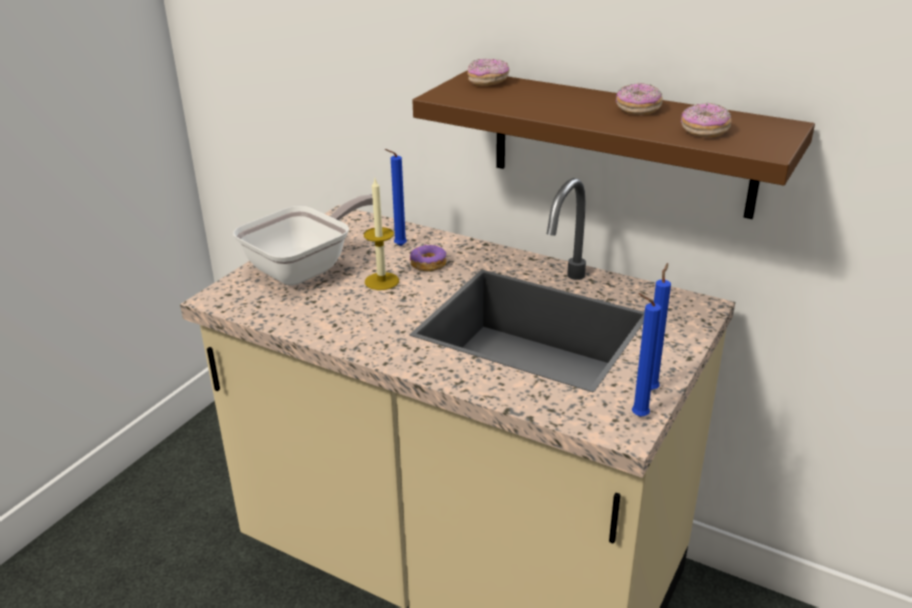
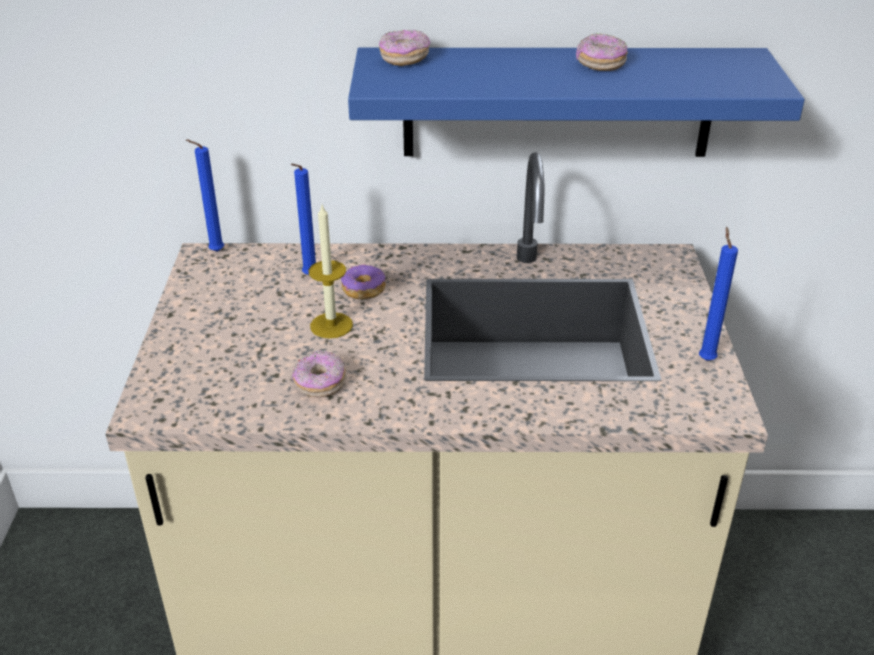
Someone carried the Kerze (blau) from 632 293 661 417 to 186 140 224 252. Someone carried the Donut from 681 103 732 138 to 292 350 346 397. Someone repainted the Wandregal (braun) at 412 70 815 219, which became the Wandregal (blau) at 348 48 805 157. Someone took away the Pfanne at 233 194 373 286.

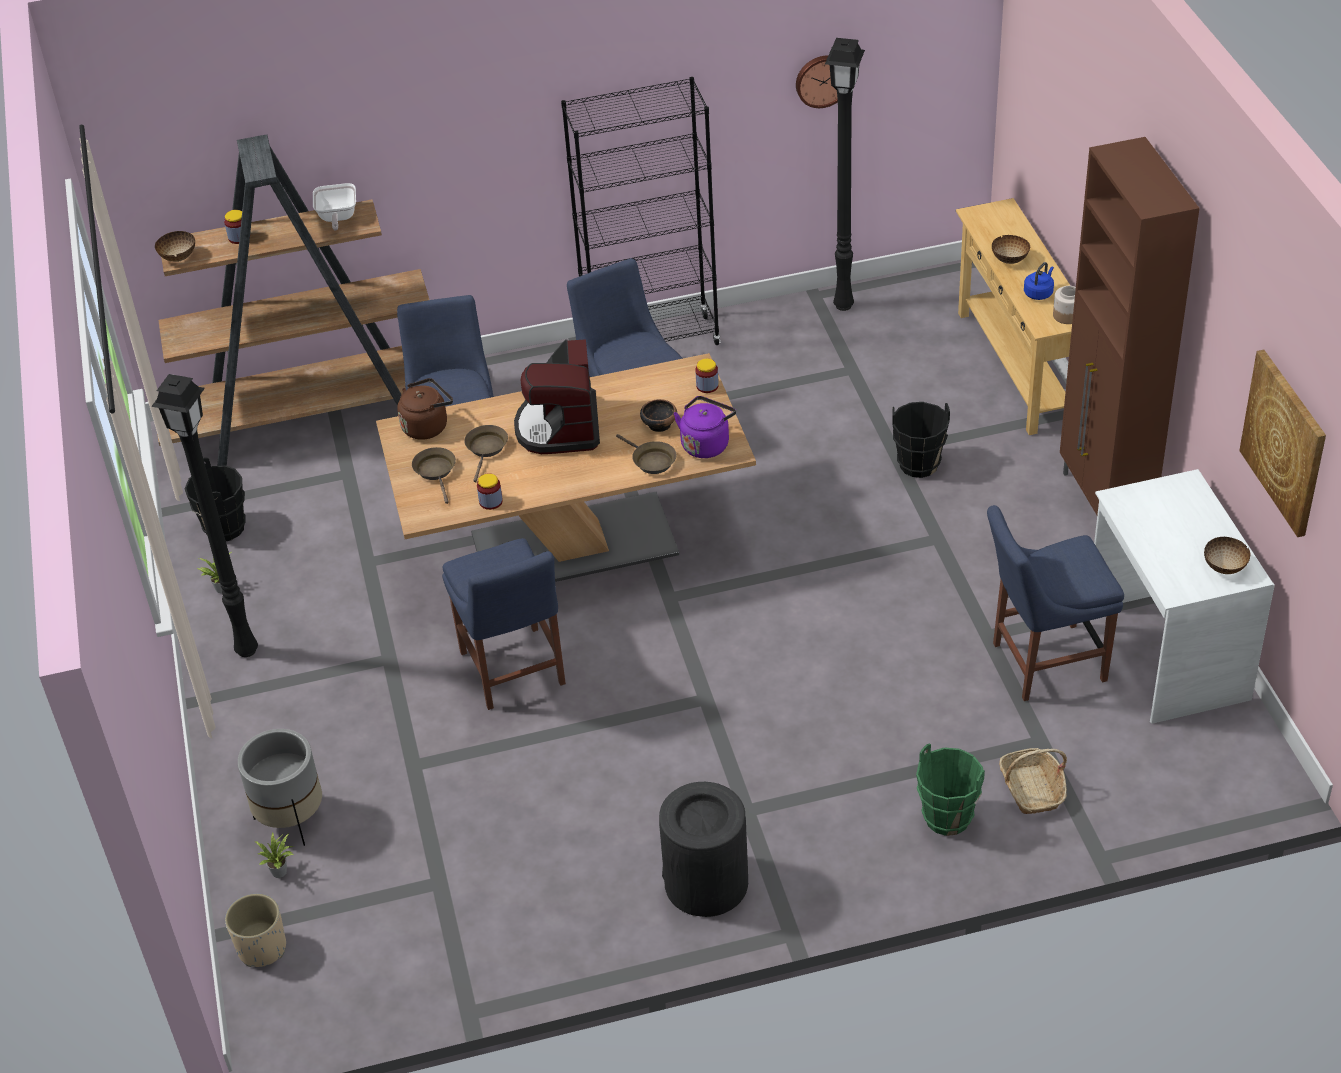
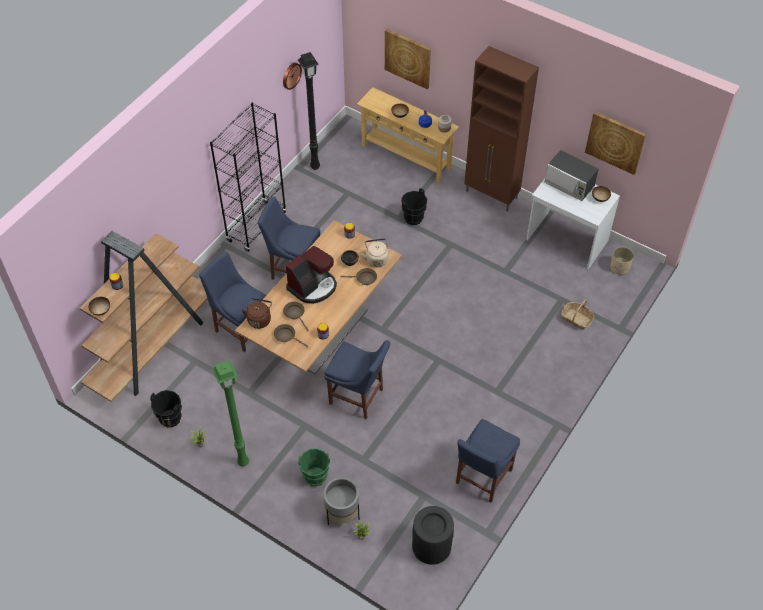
Someone repainted the Stehlampe (schwarz) at 151 374 258 657, which became the Stehlampe (grün) at 212 360 249 467. Someone rotated the Kaffeemaschine at 514 339 600 454 by 90 degrees counterclockwise. Someone carried the Eimer (grün) from 916 743 985 836 to 298 448 330 486. Someone repainted the Wasserkessel (lila) at 674 396 736 458, which became the Wasserkessel (beige) at 361 238 389 267. Someone put up the Bild at 385 29 431 89. Someone carried the Mülleimer (schwarz) from 659 782 748 917 to 412 506 454 565. Someone carried the Stuhl (blau) from 987 505 1124 701 to 456 419 520 503. Someone put down the Mikrowelle at 545 150 599 201. Someone carried the Pflanzkübel (beige) from 225 894 286 967 to 610 246 634 275. Someone took away the Pfanne at 313 183 356 231.

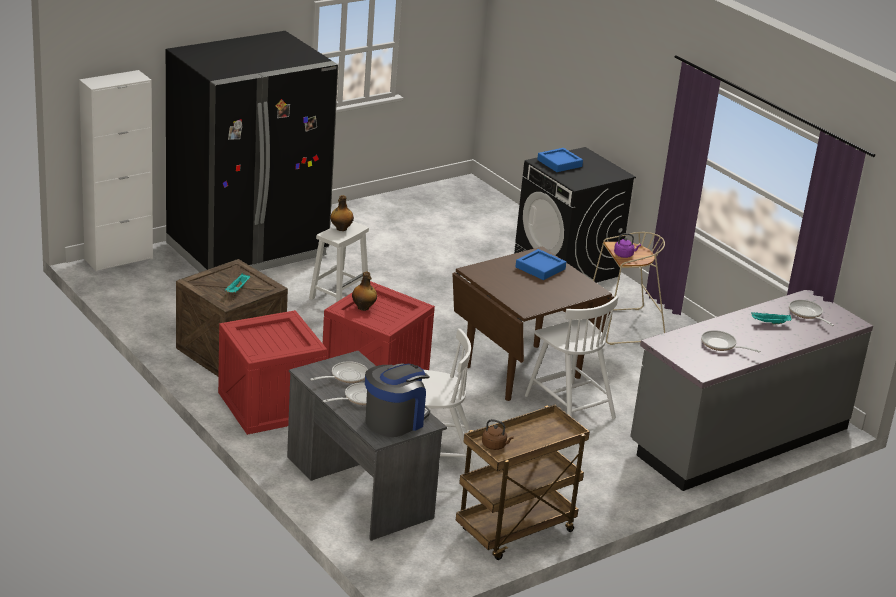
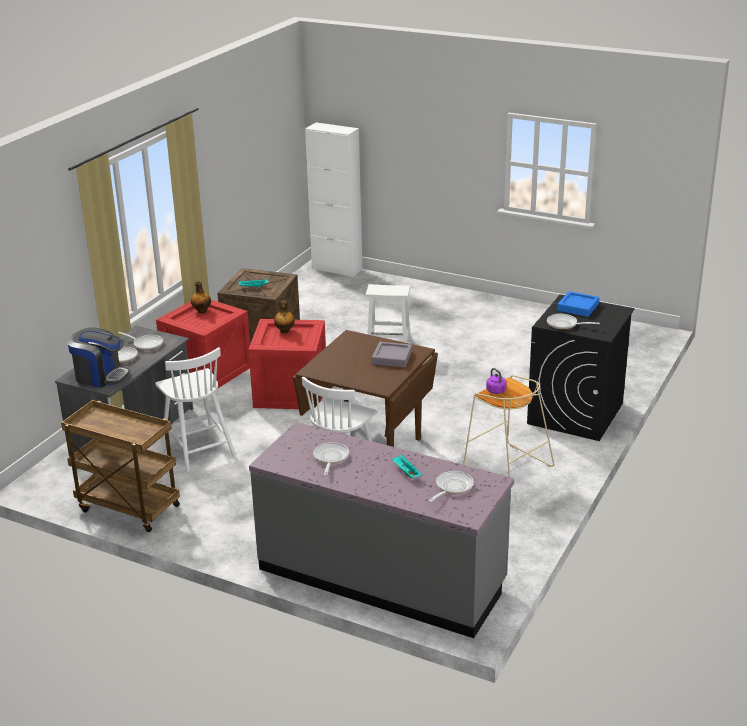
Someone carried the Flasche from 330 195 354 231 to 191 281 211 313. Someone repainted the Tablett (blau) at 515 249 566 280, which became the Tablett (grau) at 372 342 412 367. Someone put down the Pfanne at 547 314 600 330. Someone took away the Kühlschrank (schwarz) at 166 31 338 272. Someone took away the Wasserkessel (braun) at 482 419 514 450.

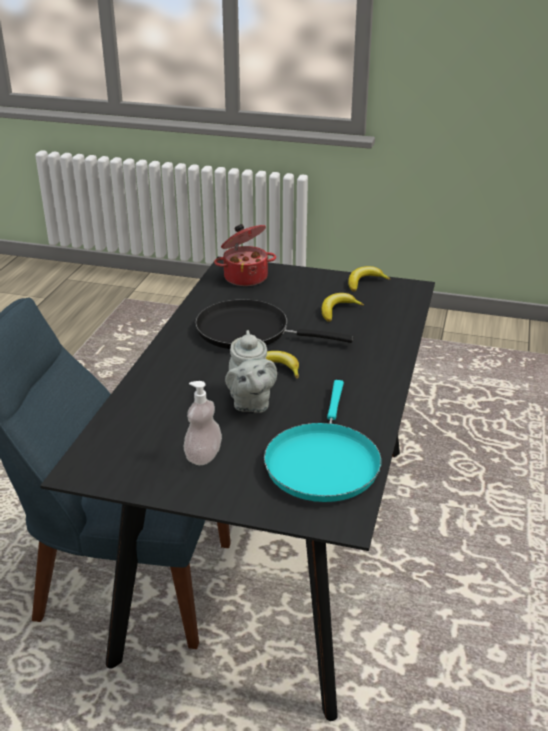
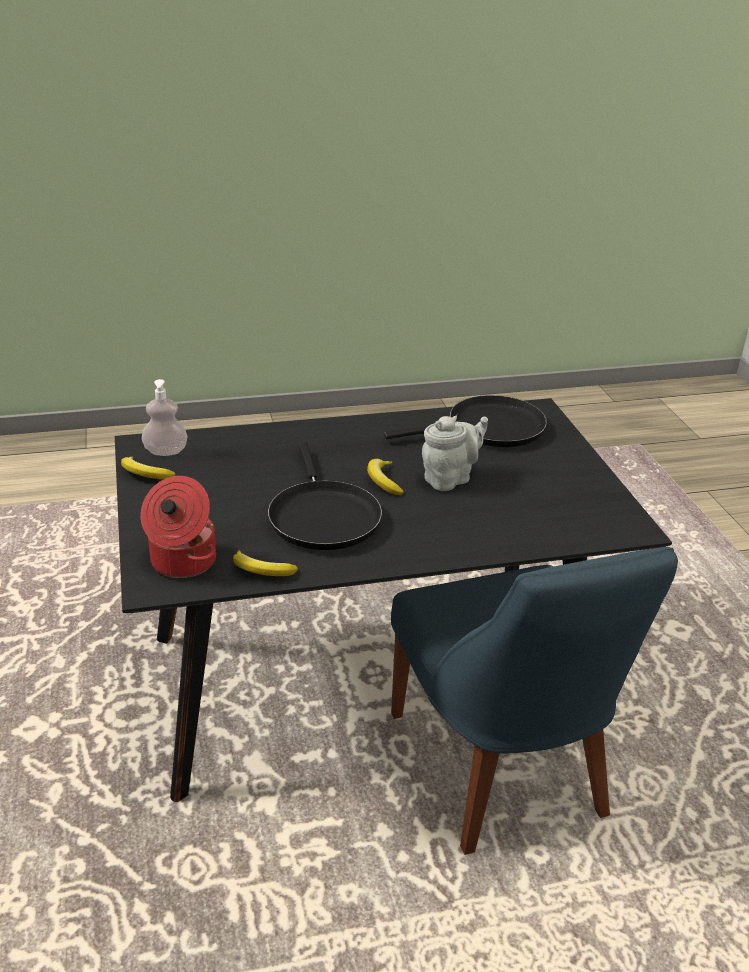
Someone carried the Seifenspender from 184 381 222 465 to 142 379 188 456. Someone carried the Banane from 322 293 364 322 to 233 550 298 576. Someone repainted the Pfanne (türkis) at 264 380 382 502, which became the Pfanne (schwarz) at 384 395 547 447.

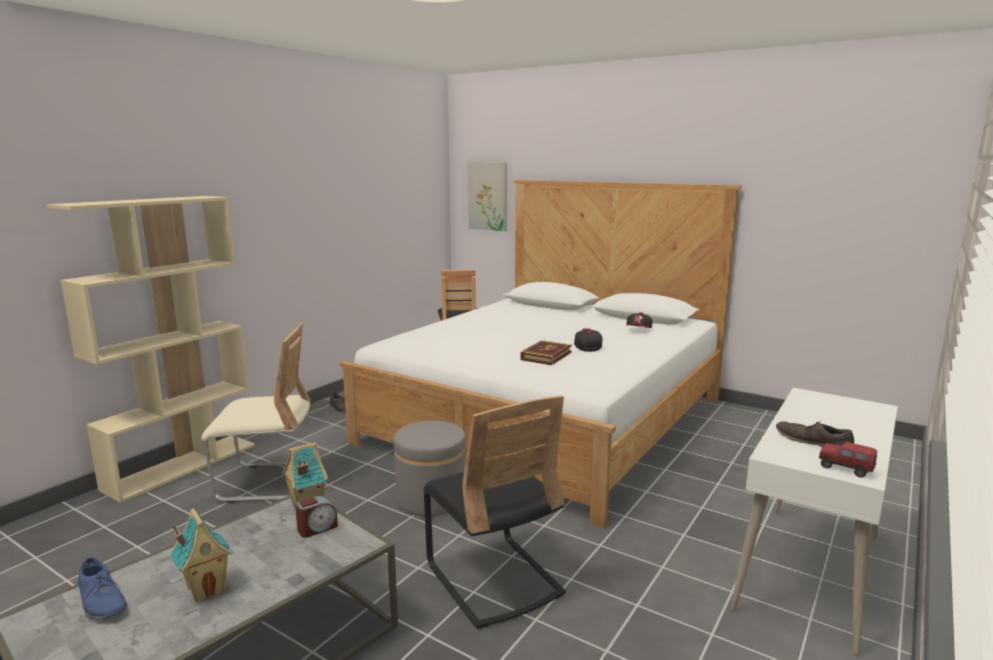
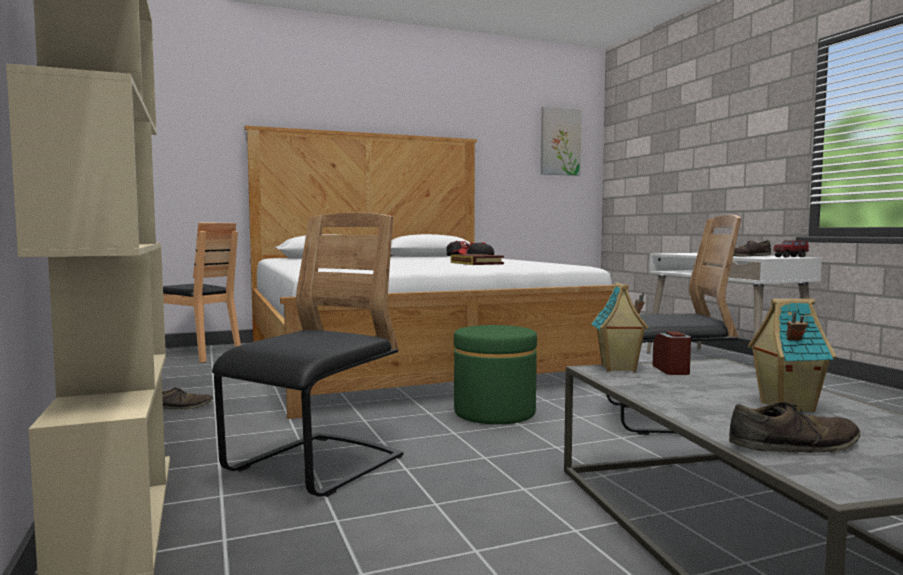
Someone repainted the Stuhl (beige) at 201 322 310 503, which became the Stuhl (schwarz) at 212 212 404 497. Someone repainted the Polsterhocker (grau) at 394 420 466 516, which became the Polsterhocker (grün) at 454 325 537 424. Someone carried the Bild from 468 162 507 231 to 541 106 582 176. Someone repainted the Schuh (blau) at 78 557 128 620, which became the Schuh (braun) at 729 402 861 453.

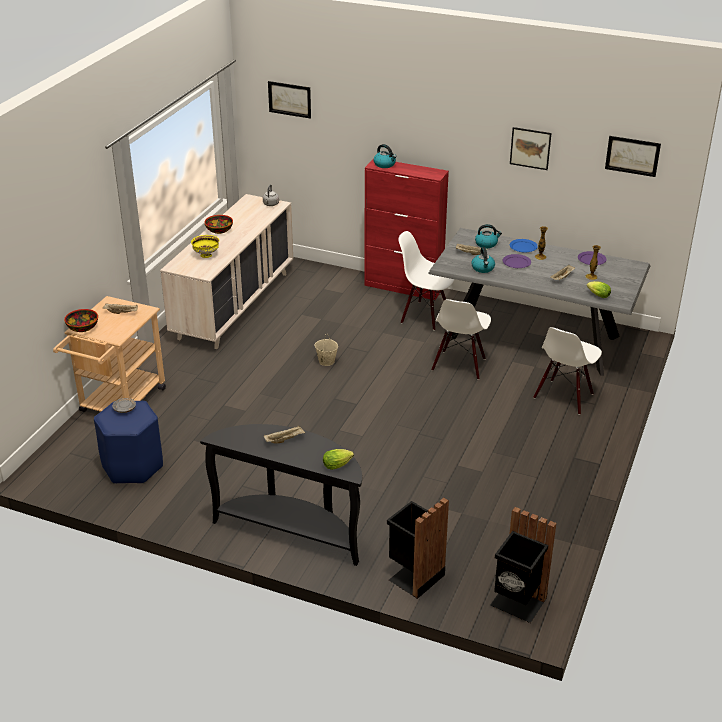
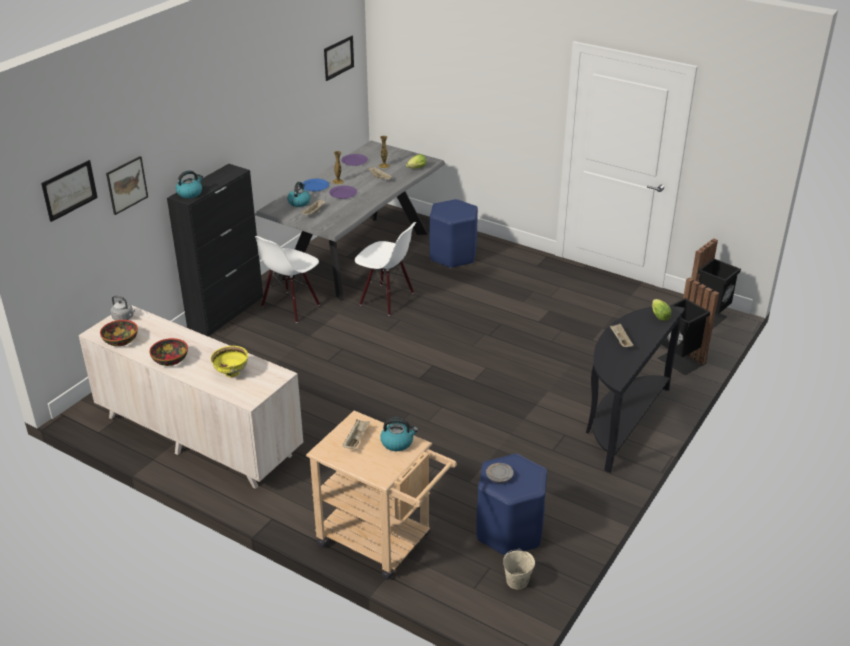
Someone carried the Schüssel from 64 309 98 332 to 100 320 138 346. Someone carried the Bild from 510 127 551 170 to 106 156 148 215. Someone repainted the Schrank (rot) at 364 159 449 300, which became the Schrank (schwarz) at 167 164 263 336. Someone carried the Wasserkessel from 471 247 495 273 to 380 418 418 451. Someone swapped the Stuhl (weiß) at 533 327 602 415 for the Hocker (blau) at 430 199 478 268. Someone carried the Eimer (beige) from 314 335 338 366 to 503 549 535 589.

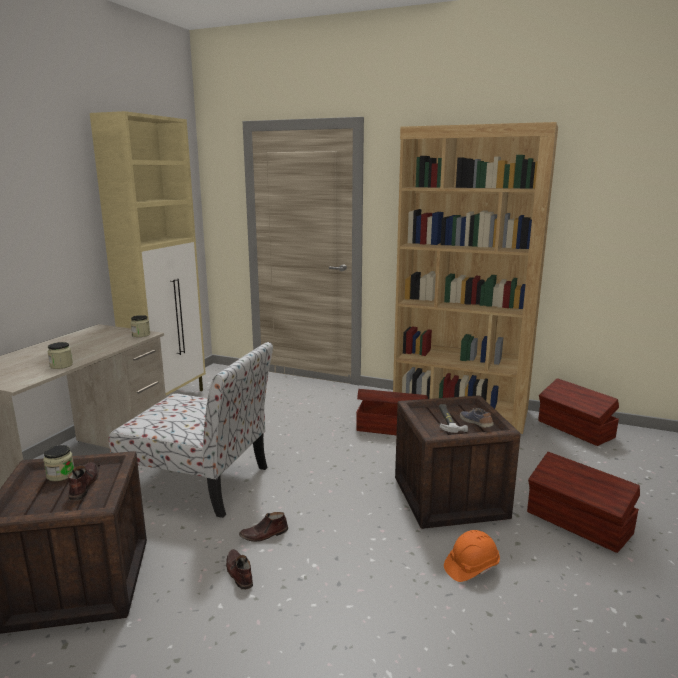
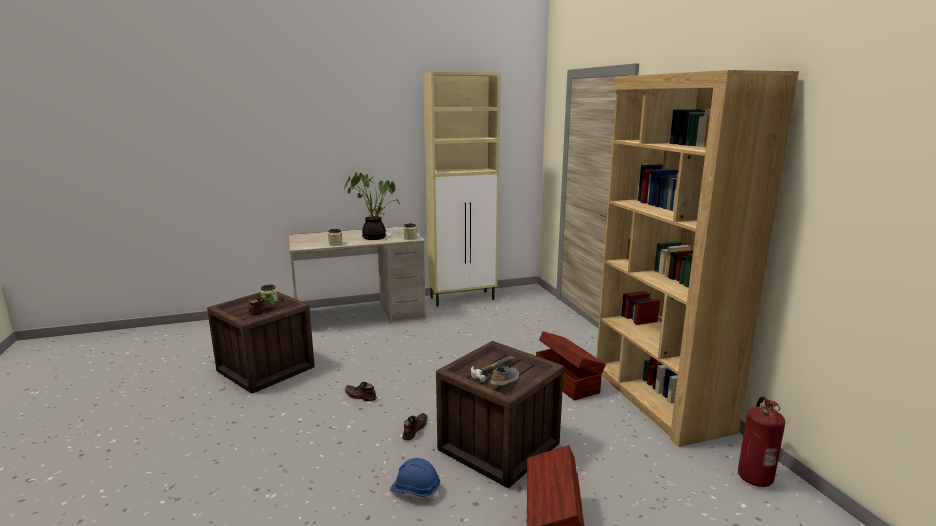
Someone put down the Topfpflanze at 344 172 400 240. Someone repainted the Schutzhelm (orange) at 444 530 500 582, which became the Schutzhelm (blau) at 390 458 440 501. Someone carried the Schuh (braun) from 226 549 253 590 to 402 413 428 441. Someone swapped the Aufbewahrungsbox (braun) at 538 378 619 446 for the Feuerlöscher at 738 397 785 487. Someone took away the Stuhl at 109 342 273 518.

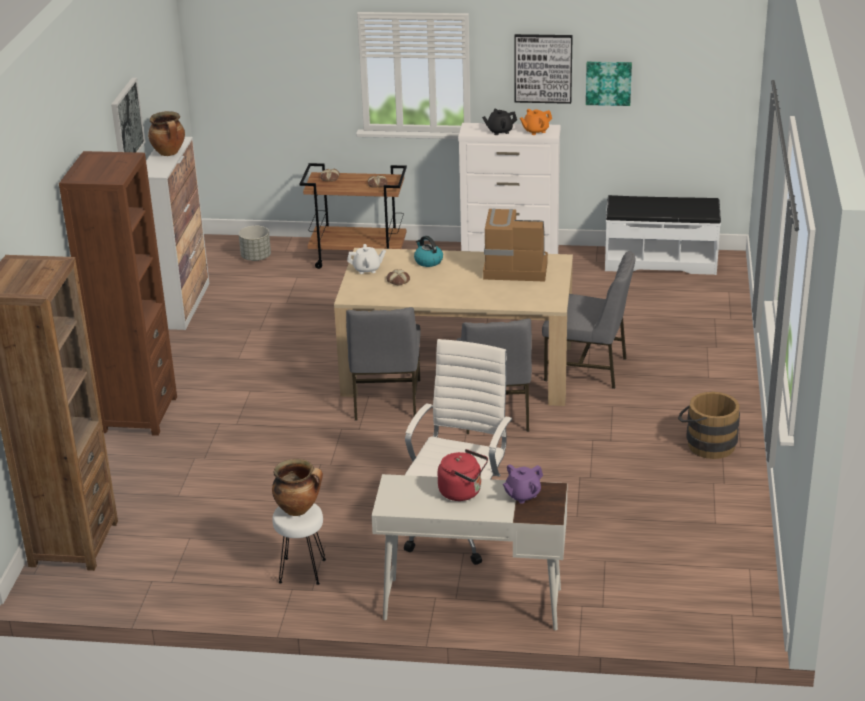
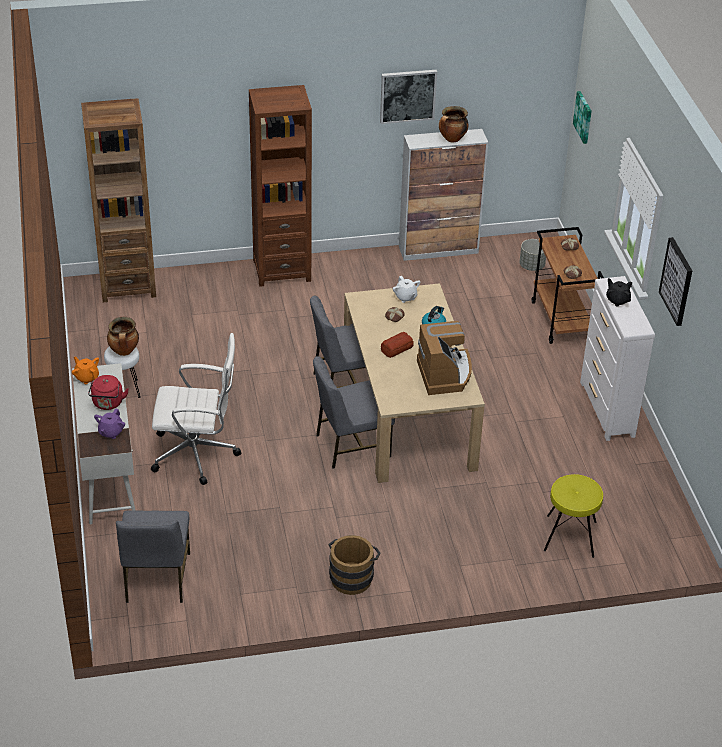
Someone carried the Teekanne (orange) from 520 109 552 135 to 72 356 99 384. Someone rotated the Teekanne (lila) at 503 464 543 504 by 105 degrees counterclockwise. Someone carried the Stuhl (grau) from 542 251 636 389 to 116 510 190 603. Someone put down the Brot at 381 332 414 358. Someone put down the Hocker (gelb) at 544 474 603 558. Someone carried the Bild from 586 62 632 106 to 573 91 592 144. Someone took away the Bank (weiß) at 605 195 721 275.

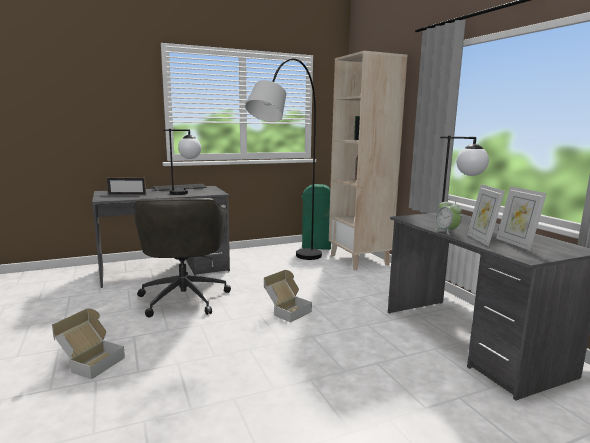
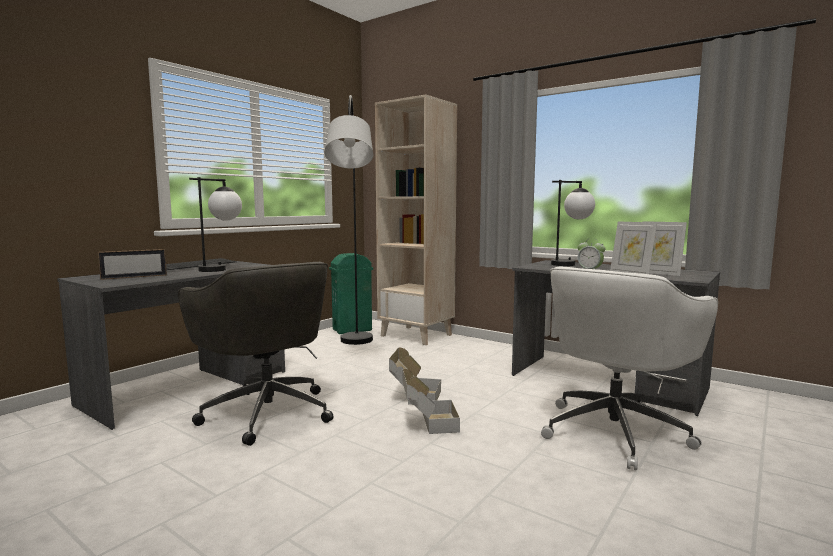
Someone carried the Karton from 52 308 125 379 to 403 369 460 434. Someone put down the Bürostuhl (weiß) at 541 266 718 471.

